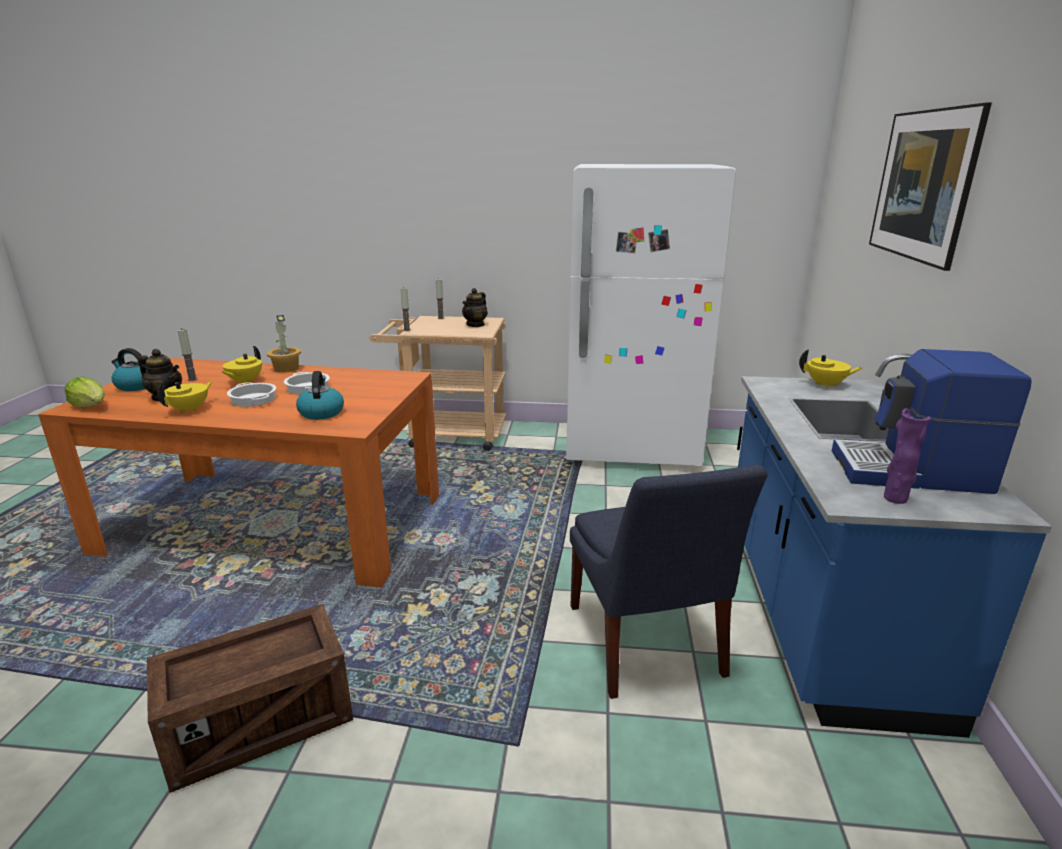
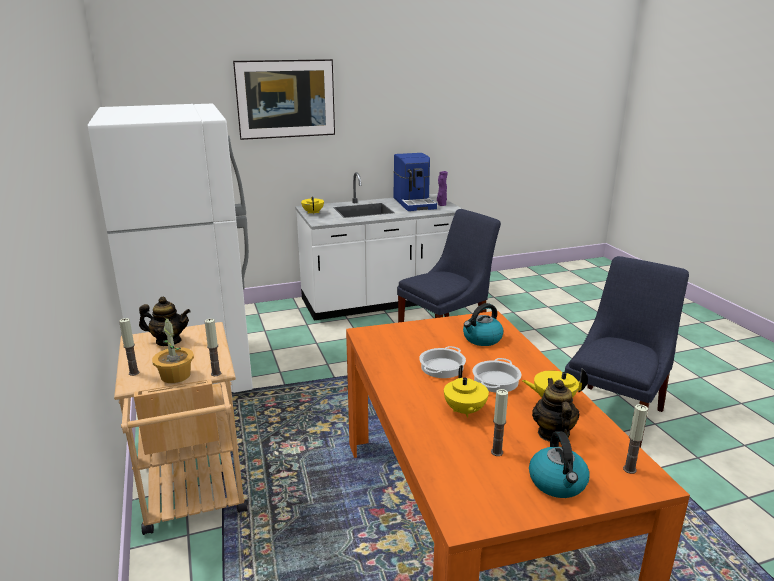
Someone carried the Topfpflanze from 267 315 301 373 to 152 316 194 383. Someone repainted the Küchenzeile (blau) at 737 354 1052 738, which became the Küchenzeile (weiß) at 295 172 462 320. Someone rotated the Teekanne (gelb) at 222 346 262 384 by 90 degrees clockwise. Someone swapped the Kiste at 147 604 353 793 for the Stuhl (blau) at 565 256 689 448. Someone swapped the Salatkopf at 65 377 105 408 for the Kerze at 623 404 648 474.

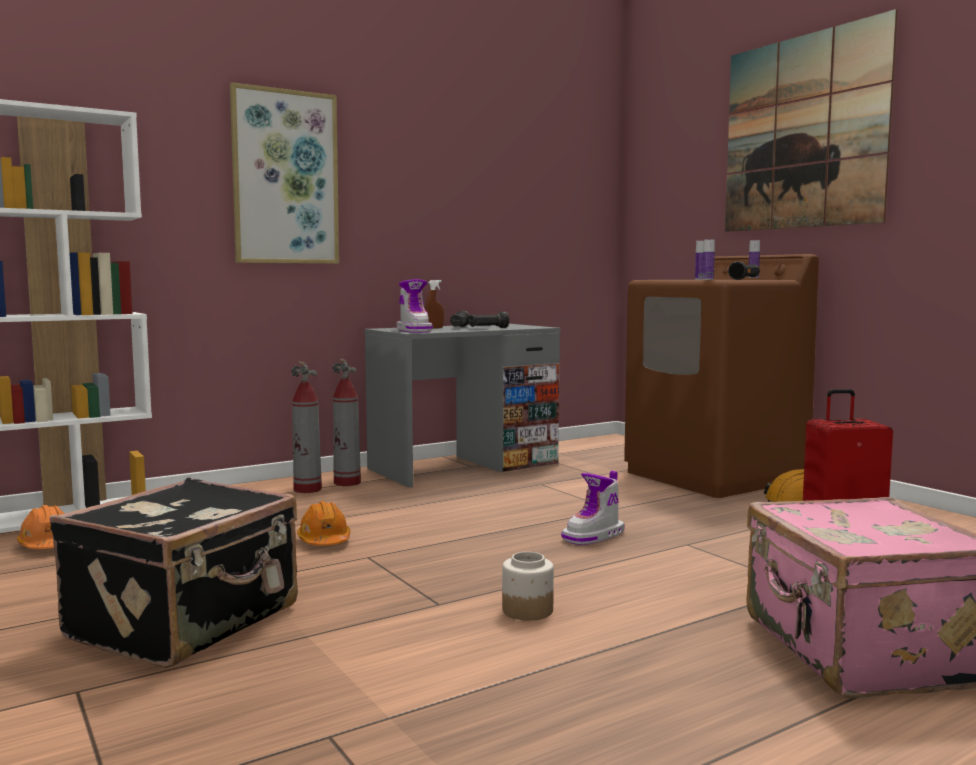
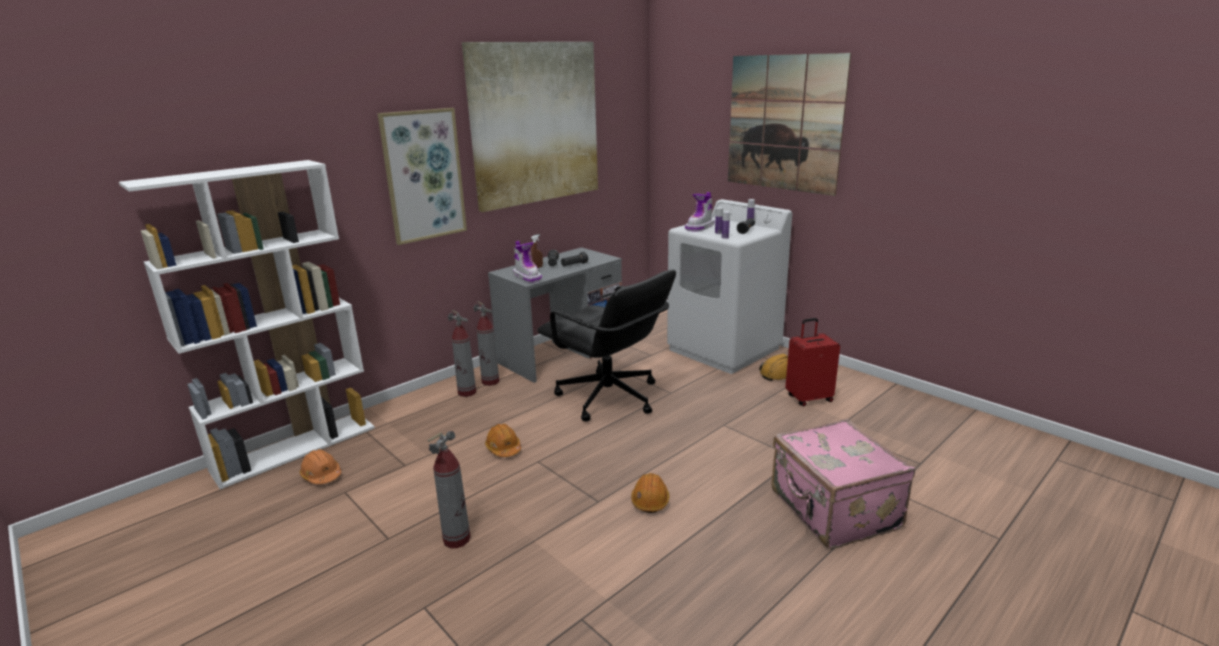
Someone swapped the Koffer (schwarz) at 50 478 298 668 for the Feuerlöscher at 428 431 471 548. Someone put up the Bild at 462 42 598 212. Someone put down the Bürostuhl (schwarz) at 537 270 676 421. Someone swapped the Vorratsglas at 502 552 554 620 for the Schutzhelm (orange) at 631 473 669 513. Someone repainted the Waschmaschine (braun) at 624 254 819 498, which became the Waschmaschine (weiß) at 667 199 792 374. Someone carried the Stiefel from 561 471 624 545 to 685 192 715 232.

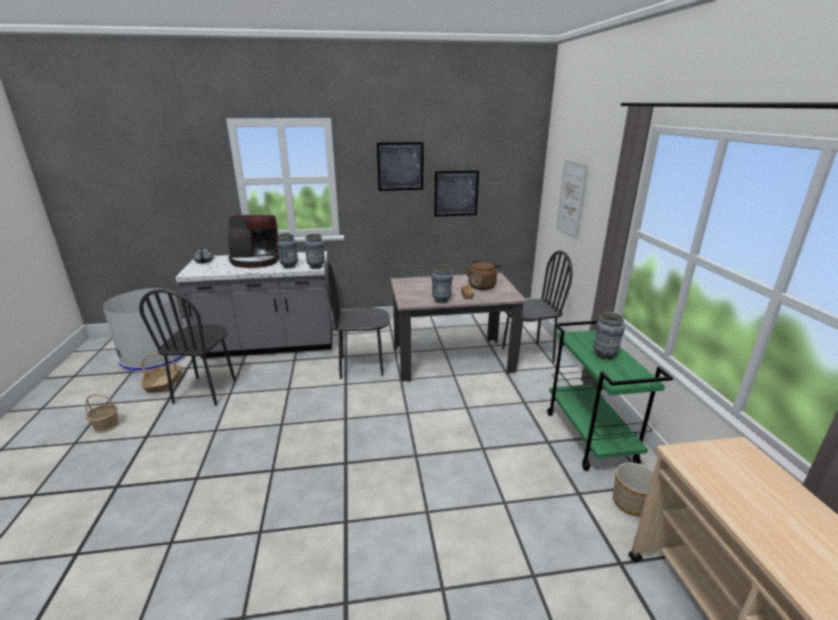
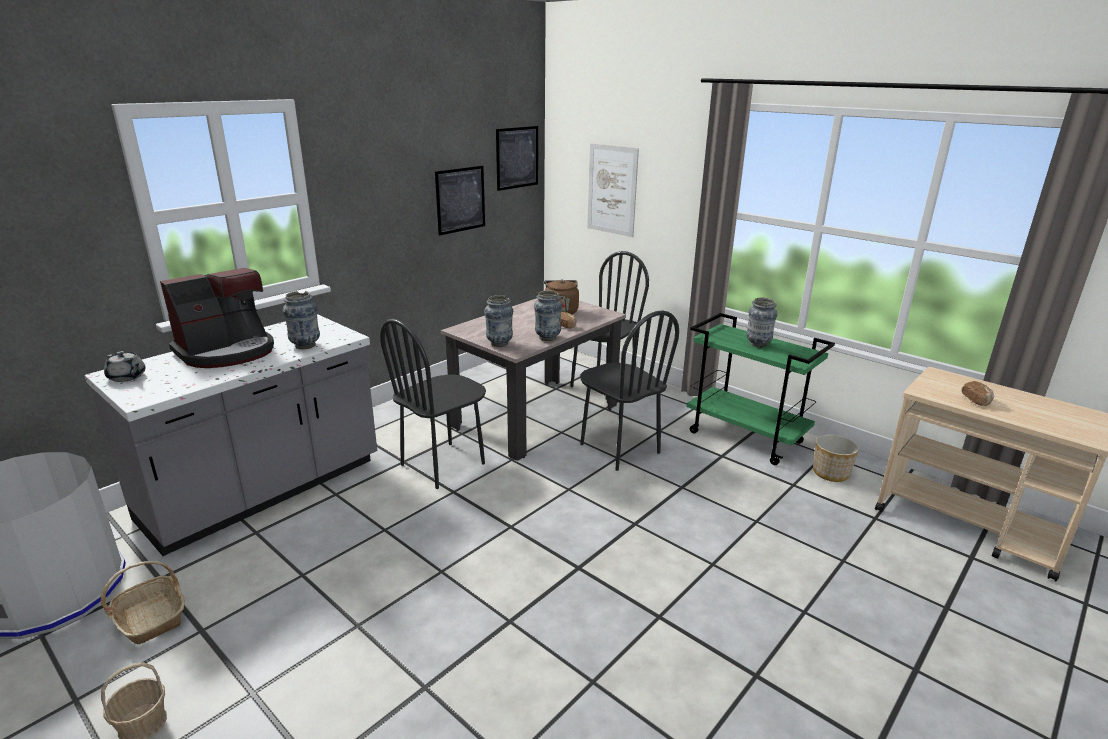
Someone carried the Vase from 304 234 325 269 to 484 295 513 347. Someone carried the Bild from 377 142 423 191 to 496 126 538 191. Someone carried the Stuhl (schwarz) from 139 289 236 406 to 580 311 679 471. Someone put down the Brot at 961 381 994 406.

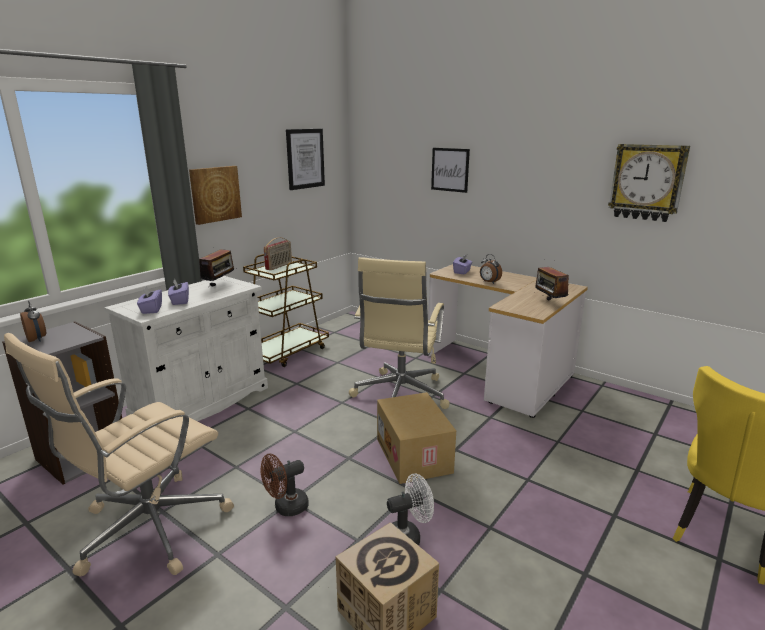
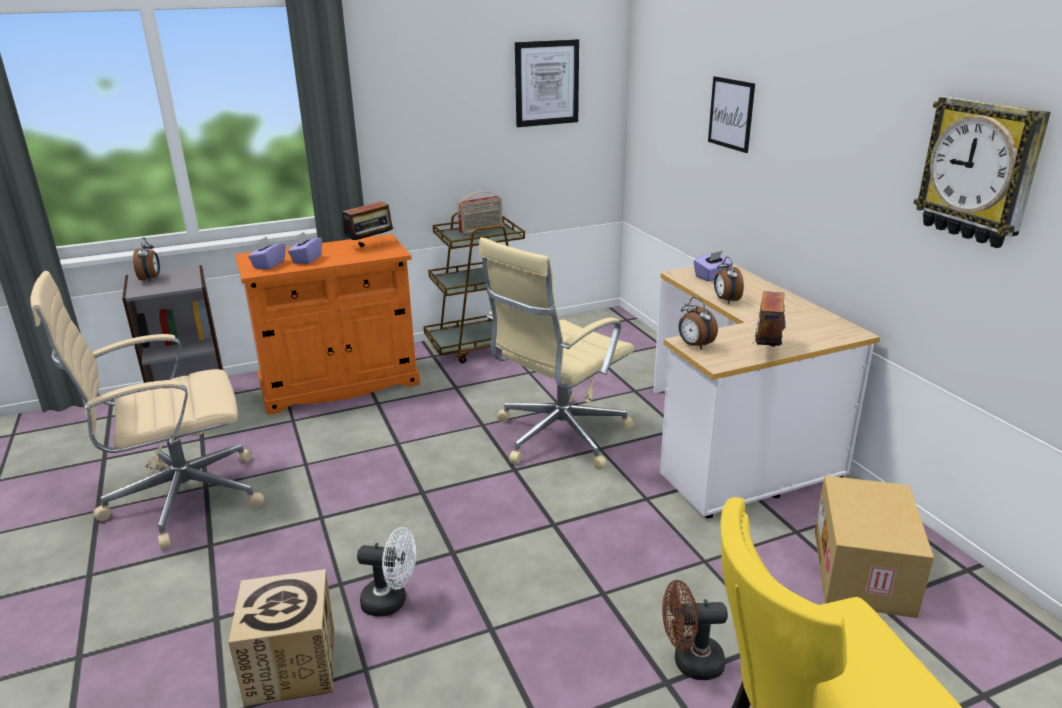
Someone repainted the Schrank (weiß) at 104 276 268 421, which became the Schrank (orange) at 235 234 420 415. Someone carried the Ventilator (braun) from 260 454 309 516 to 662 580 728 680. Someone put down the Wecker at 678 297 718 350. Someone carried the Karton from 377 392 456 484 to 815 476 934 618. Someone took away the Bild at 189 166 242 225.

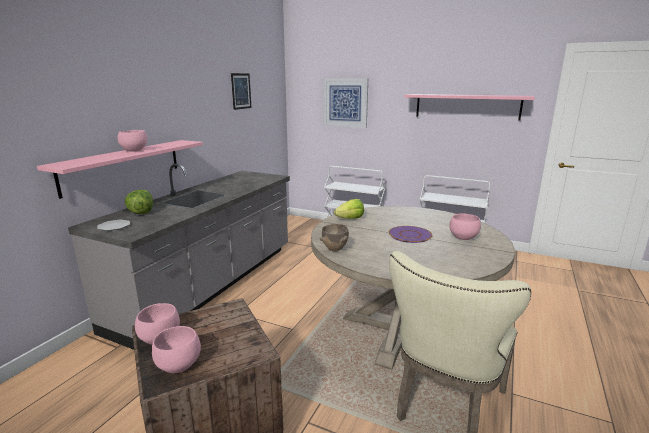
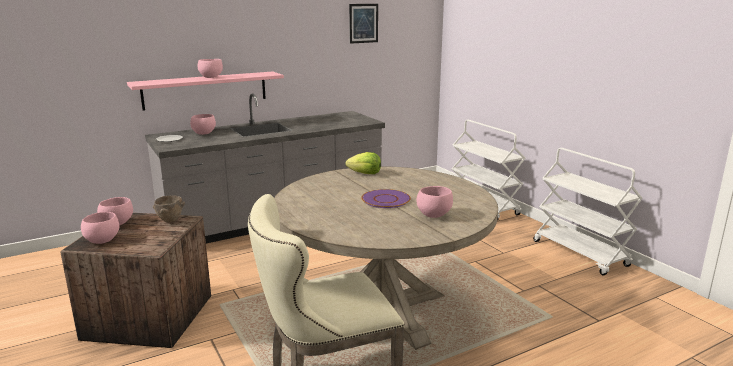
Someone carried the Schüssel (braun) from 320 224 349 251 to 153 195 185 222. Someone swapped the Salatkopf at 125 190 153 214 for the Schüssel (rosa) at 190 114 216 135. Someone took away the Bild at 324 78 368 128. Someone took away the Wandregal (rosa) at 404 94 535 120.

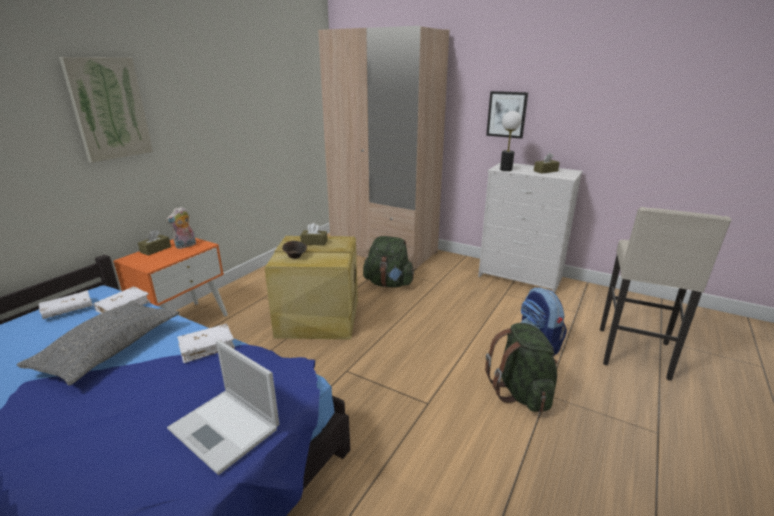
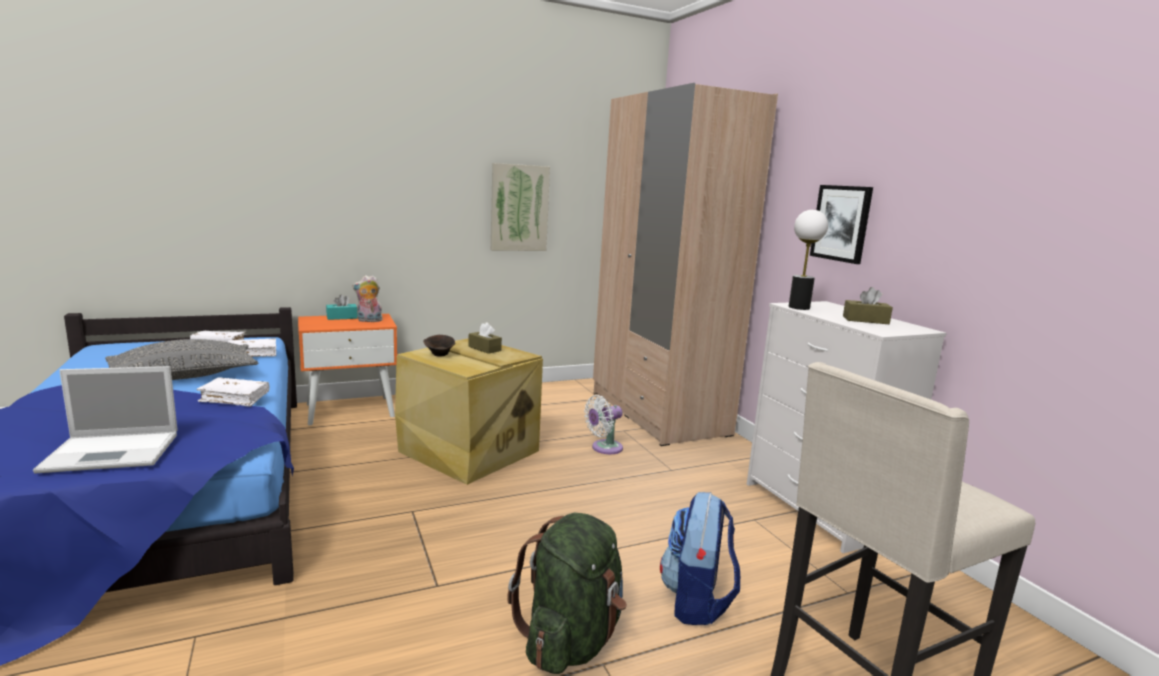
Someone rotated the Laptop at 167 340 279 475 by 90 degrees counterclockwise. Someone repainted the Taschentuchbox (braun) at 138 230 171 255, which became the Taschentuchbox (türkis) at 326 294 358 320. Someone carried the Bild from 59 57 153 163 to 491 163 550 251. Someone swapped the Rucksack (grün) at 363 236 415 288 for the Ventilator (weiß) at 584 395 623 454.

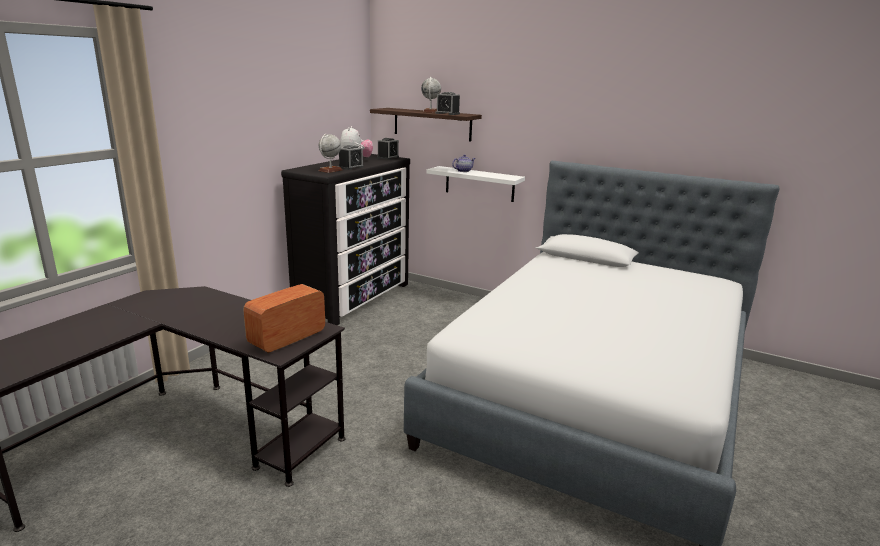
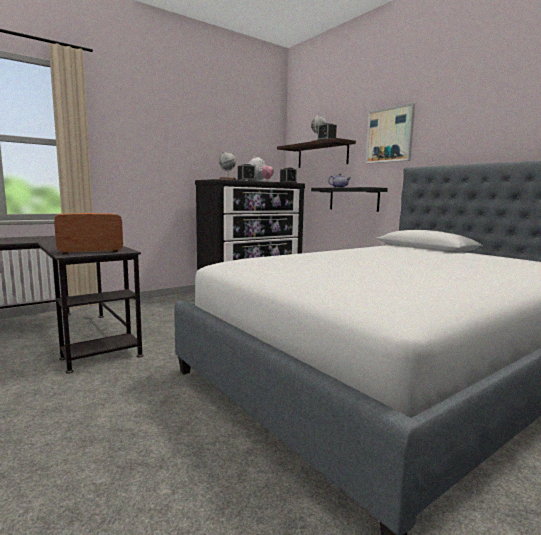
Someone repainted the Wandregal (weiß) at 426 166 525 202, which became the Wandregal (schwarz) at 311 187 388 212. Someone put up the Bild at 366 103 415 164.

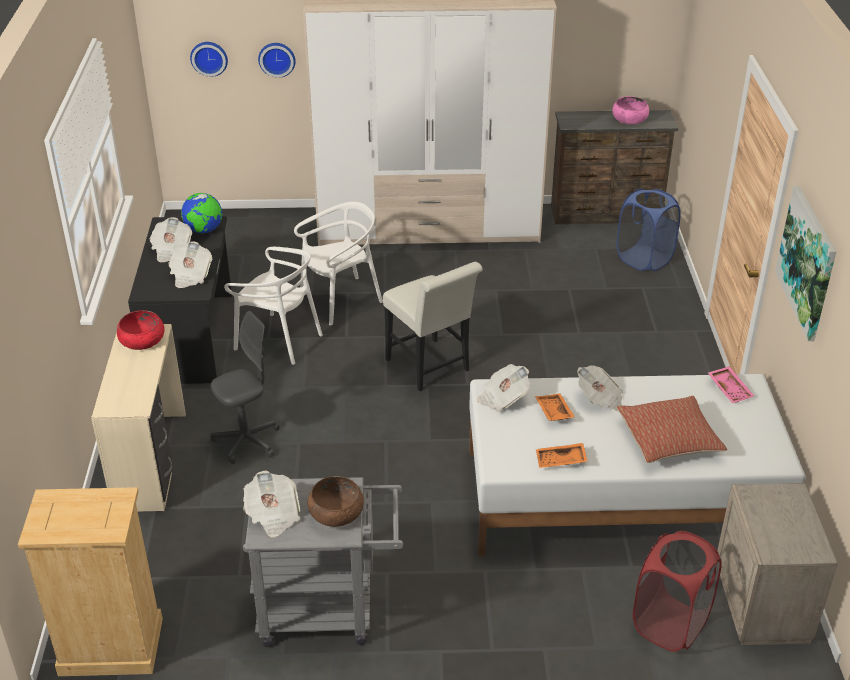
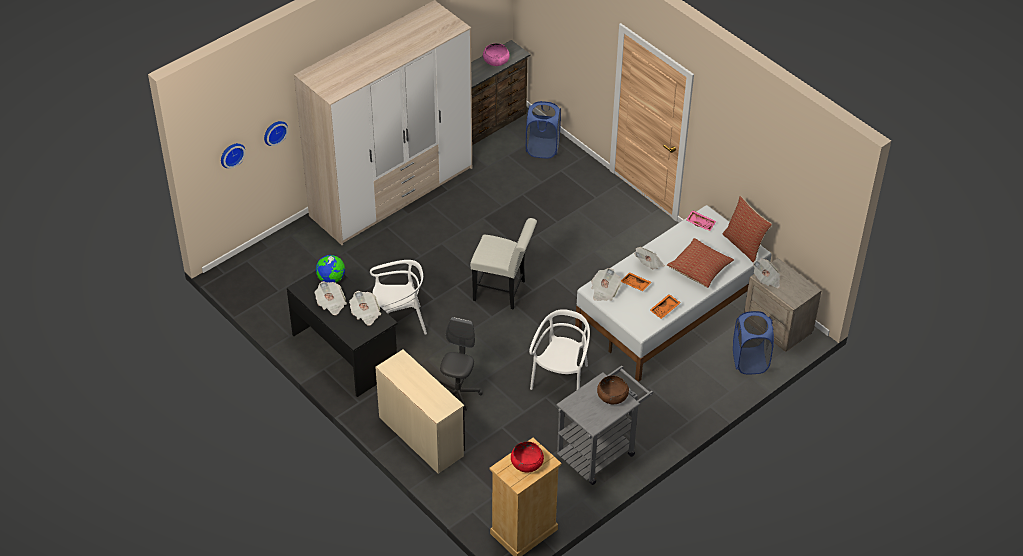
Someone carried the Schüssel (rot) from 117 310 165 350 to 511 441 544 473. Someone carried the Stuhl (weiß) from 294 202 383 325 to 529 309 590 390. Someone put down the Kissen at 723 196 772 263. Someone repainted the Wäschekorb (rot) at 633 531 722 652, which became the Wäschekorb (blau) at 733 311 774 374. Someone carried the Zeitung from 243 471 301 538 to 753 259 781 288. Someone took away the Bild at 775 186 836 341.

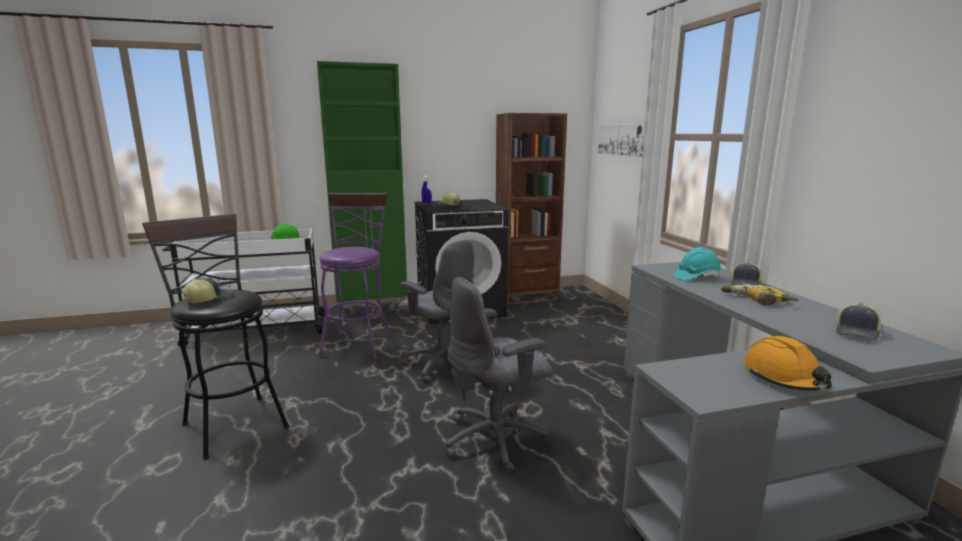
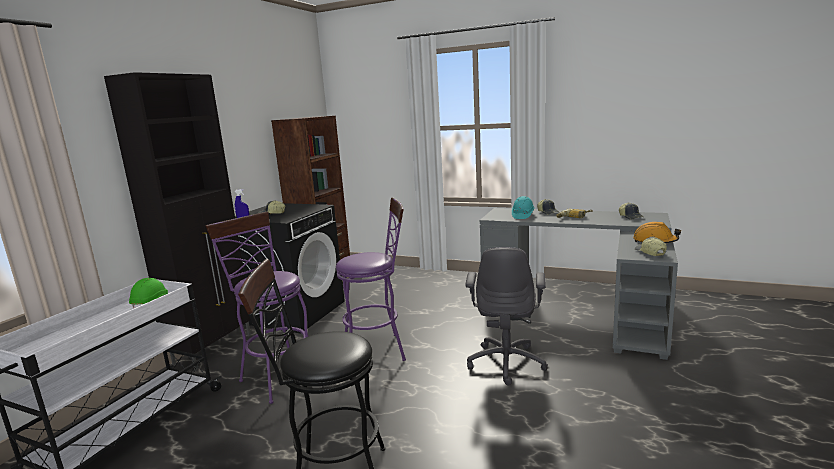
Someone repainted the Schrank (grün) at 317 61 408 302, which became the Schrank (schwarz) at 104 72 251 371. Someone swapped the Bürostuhl (grau) at 399 240 474 384 for the Hocker (lila) at 336 197 406 361. Someone carried the Kappe from 182 277 234 303 to 635 237 667 256. Someone took away the Bild at 598 124 645 157.

